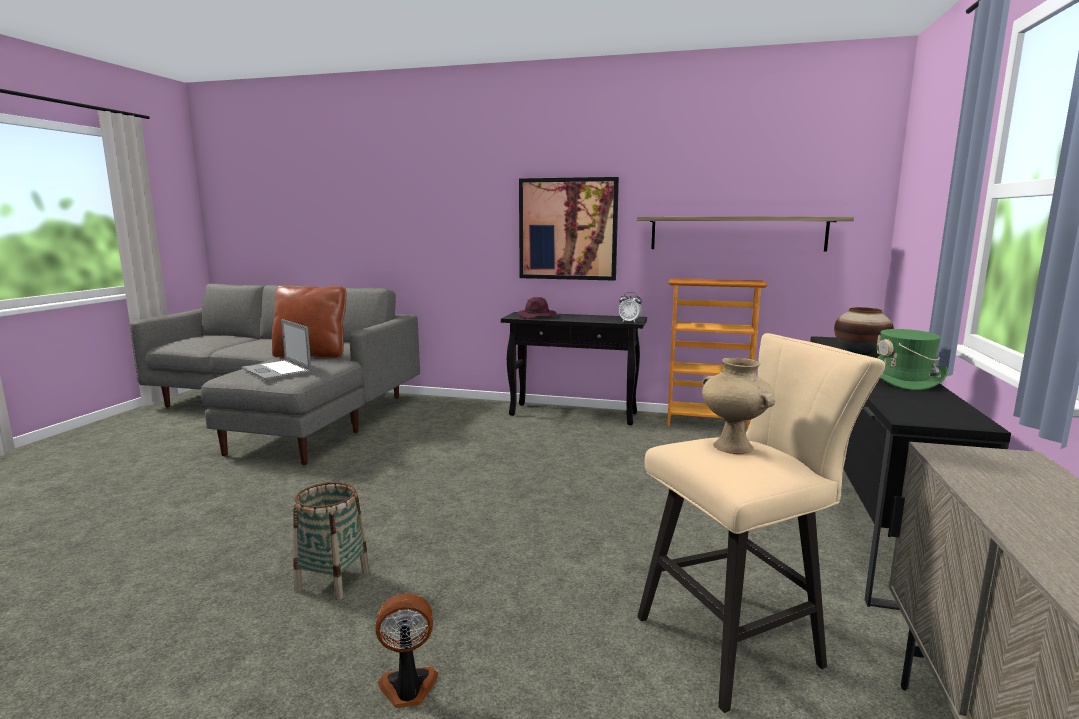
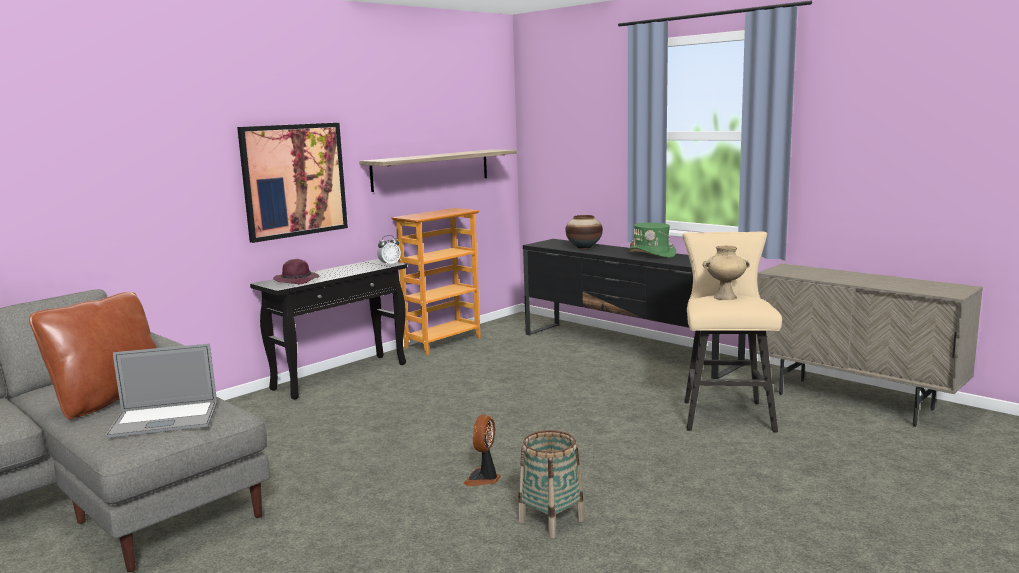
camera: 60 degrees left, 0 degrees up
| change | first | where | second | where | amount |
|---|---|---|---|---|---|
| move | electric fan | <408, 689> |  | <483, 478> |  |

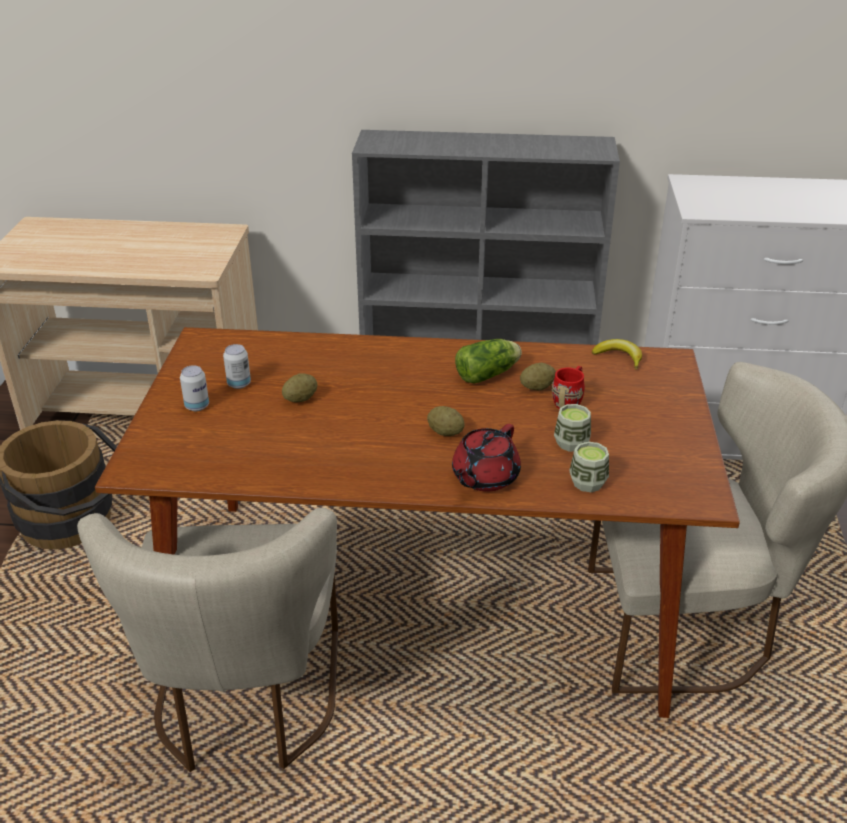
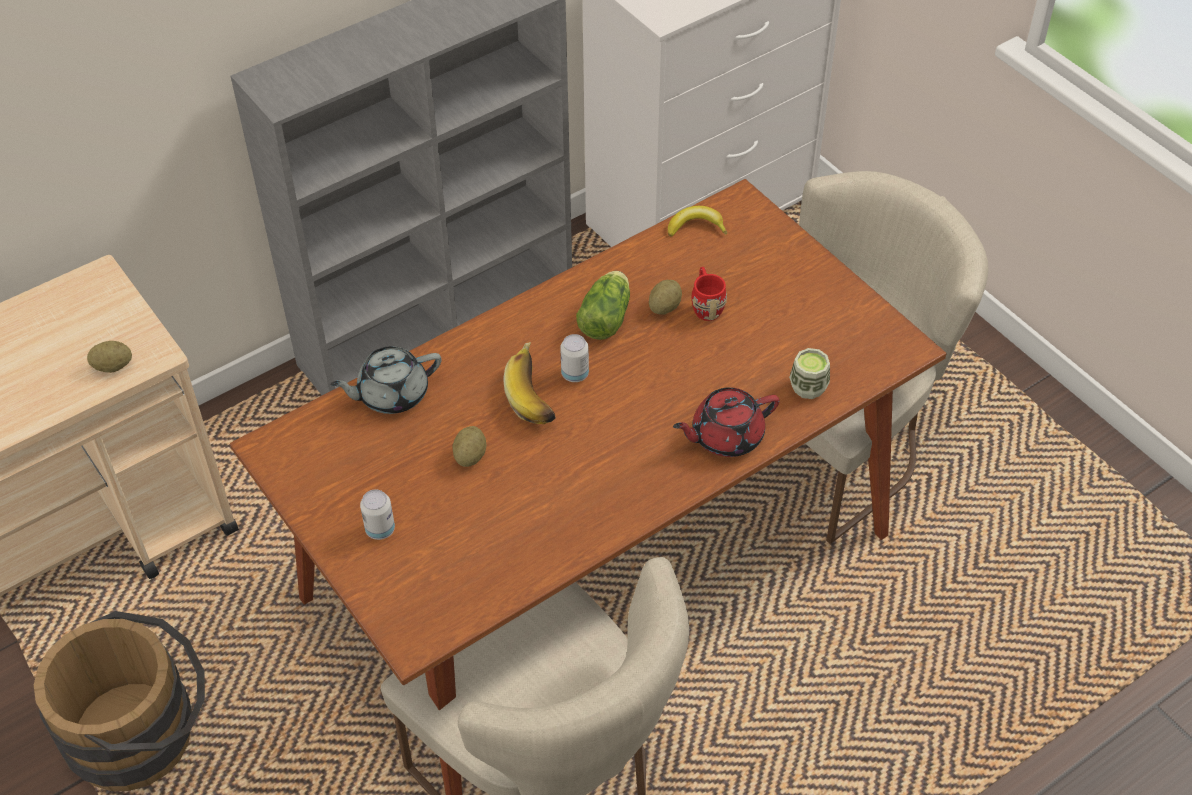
camera: 40 degrees left, 15 degrees up
| change | first | where | second | where | amount |
|---|---|---|---|---|---|
| move | metal can | <239, 384> |  | <575, 374> |  |
| delete | small cup | <571, 443> |  |  |  |
| move | potato | <445, 432> |  | <113, 366> |  |
| rotate | reddish teapot | <484, 477> |  | <725, 436> | 75 degrees clockwise |
| insert |  |  | banana fruit | <536, 395> |  |
| insert |  |  | grey teapot | <391, 394> |  |

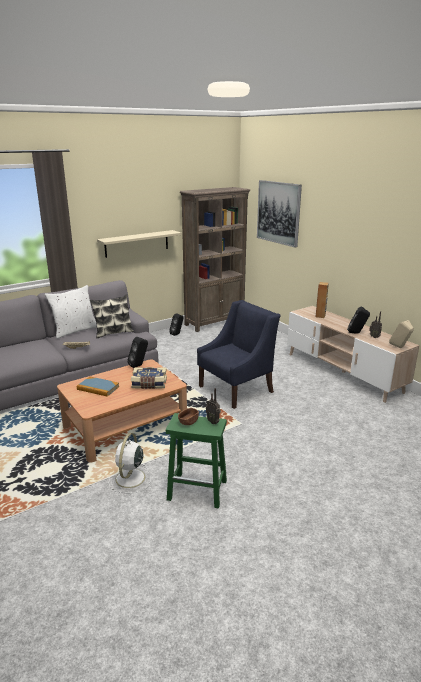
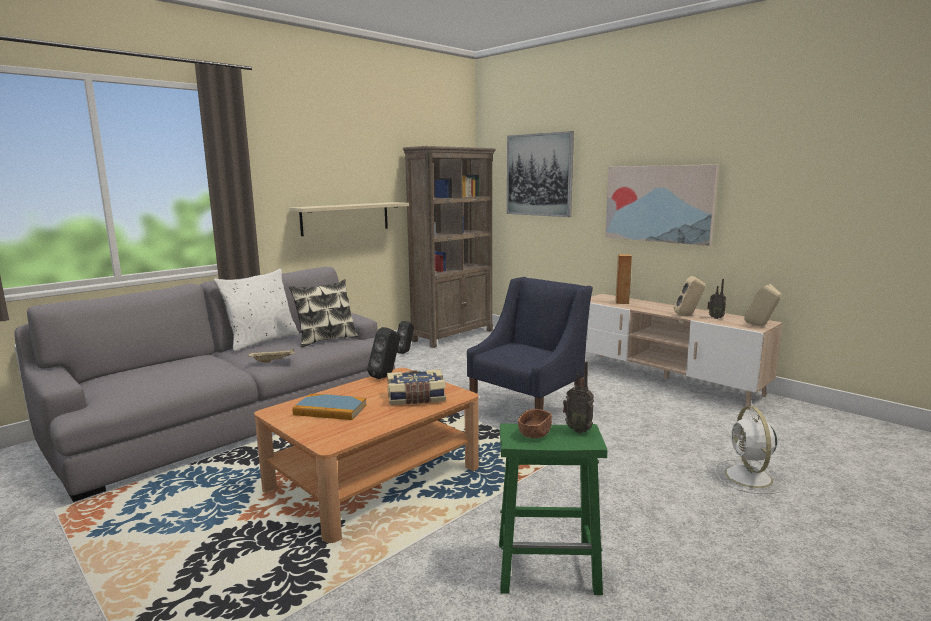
camera: 10 degrees left, 10 degrees down
| change | first | where | second | where | amount |
|---|---|---|---|---|---|
| recolor | black-coloured audio speaker | <357, 333> | sand-coloured audio speaker | <688, 315> |  |
| move | white-coloured electric fan | <129, 479> |  | <749, 478> |  |
| insert |  |  | wall art | <658, 203> |  |

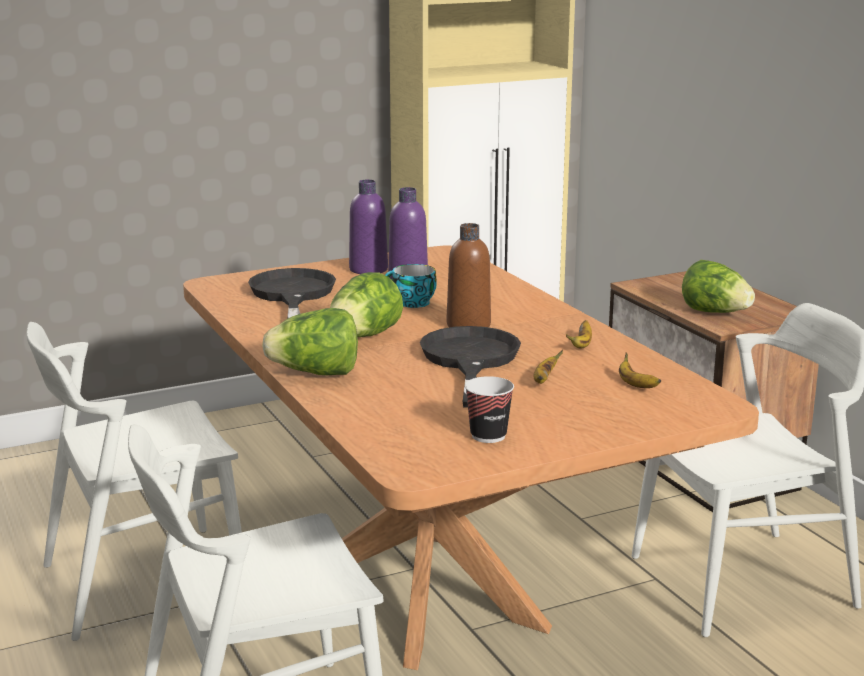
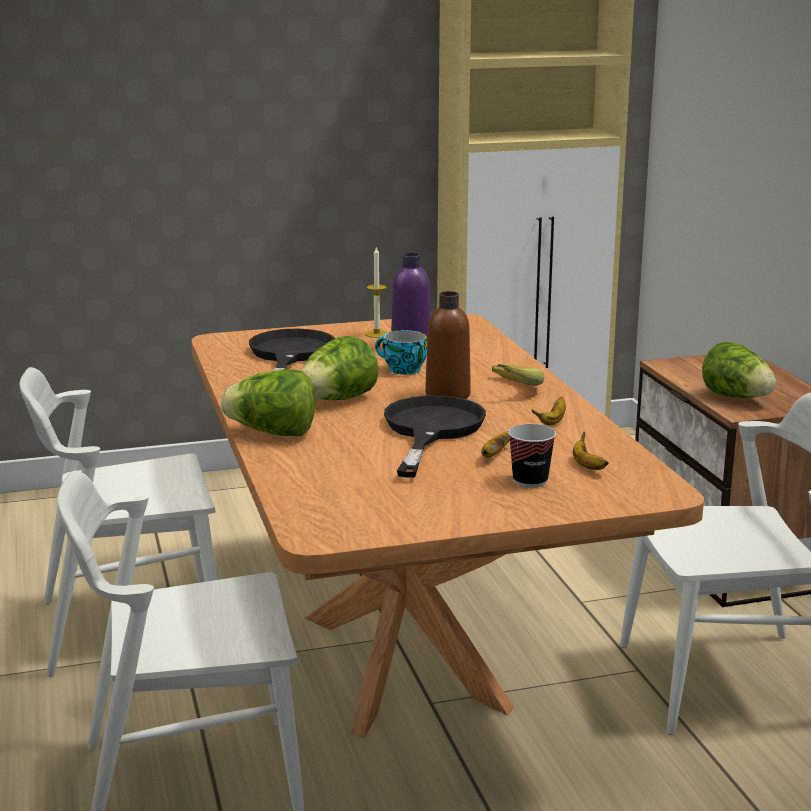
camera: 10 degrees right, 0 degrees up
| change | first | where | second | where | amount |
|---|---|---|---|---|---|
| replace | purplish drink bottle | <368, 269> | candle | <377, 334> |  |
| move | small cup | <488, 436> |  | <530, 481> |  |
| insert |  |  | banana fruit | <507, 390> |  |

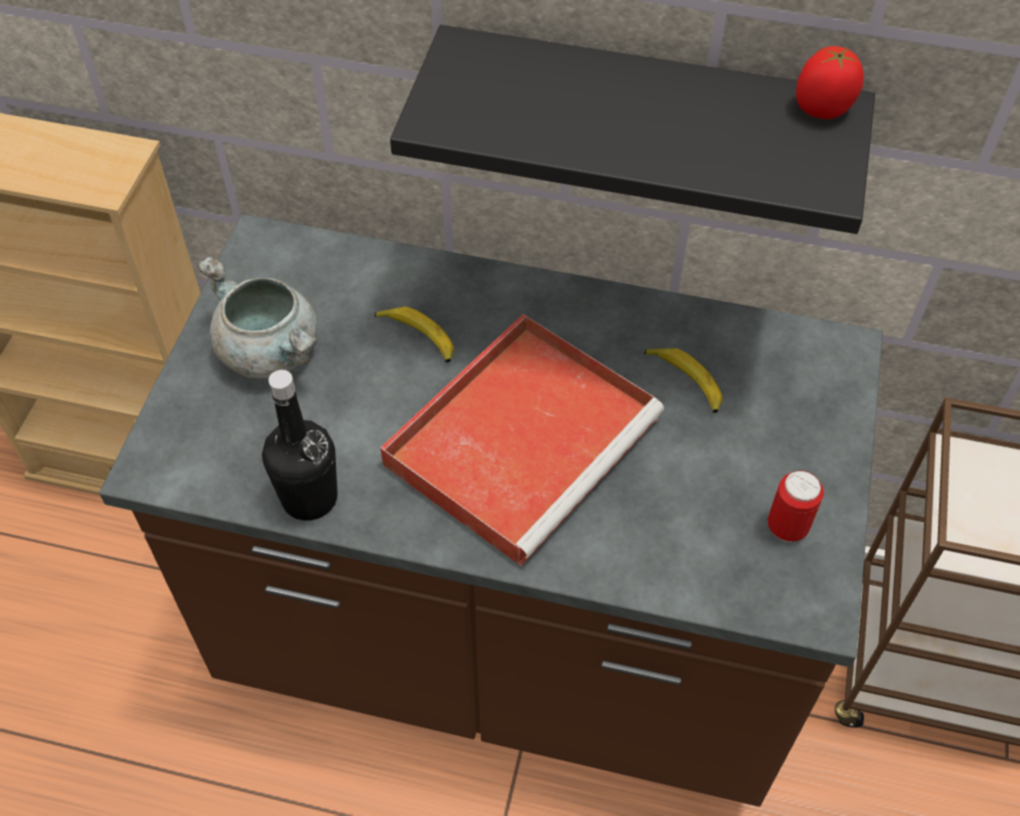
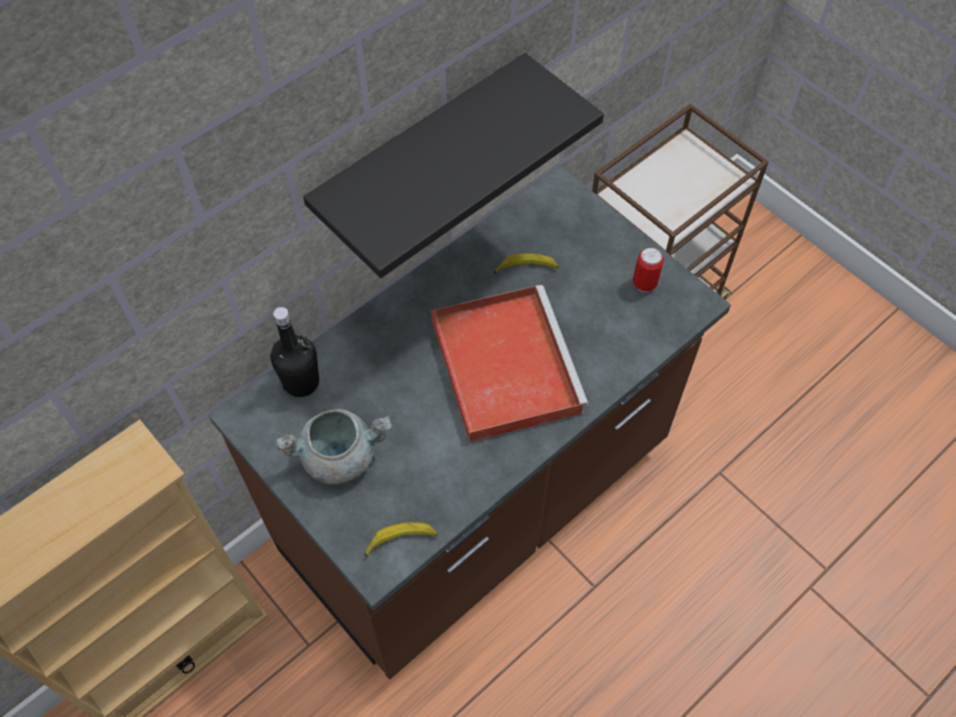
camera: 55 degrees left, 5 degrees up
| change | first | where | second | where | amount |
|---|---|---|---|---|---|
| delete | whole tomato | <823, 110> |  |  |  |
| move | banana fruit | <418, 338> |  | <401, 541> |  |
| move | black-coloured drink bottle | <309, 498> |  | <301, 382> |  |

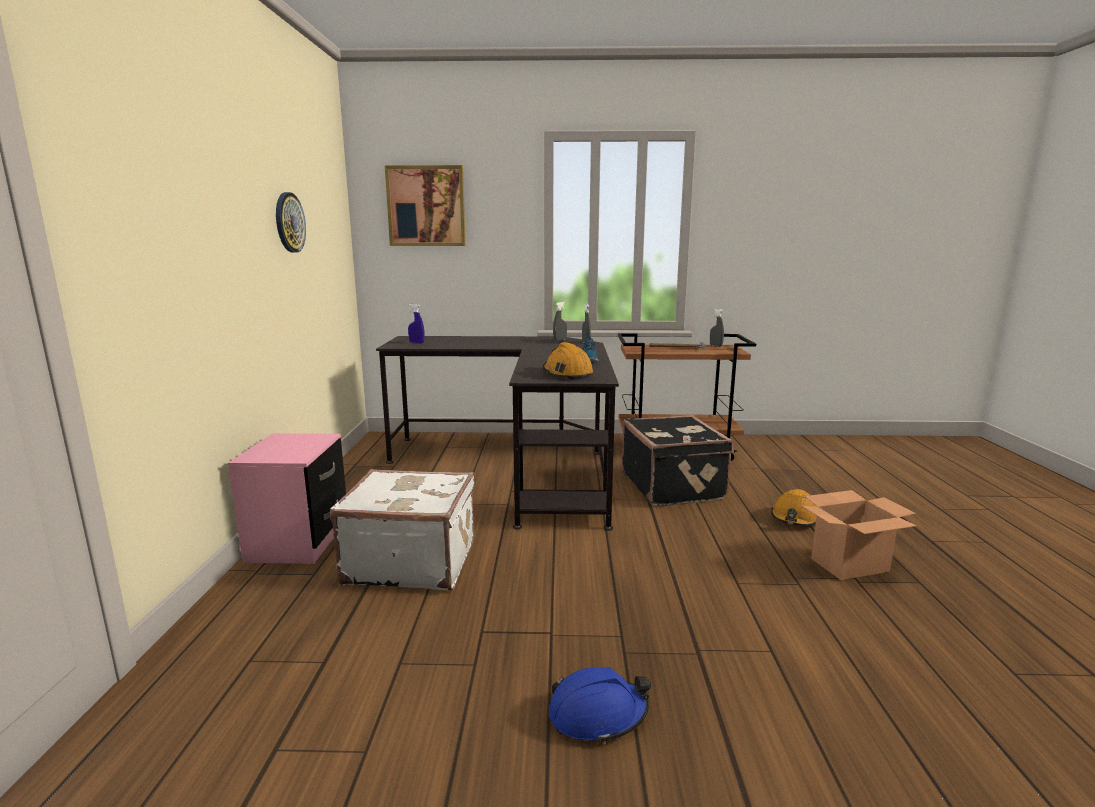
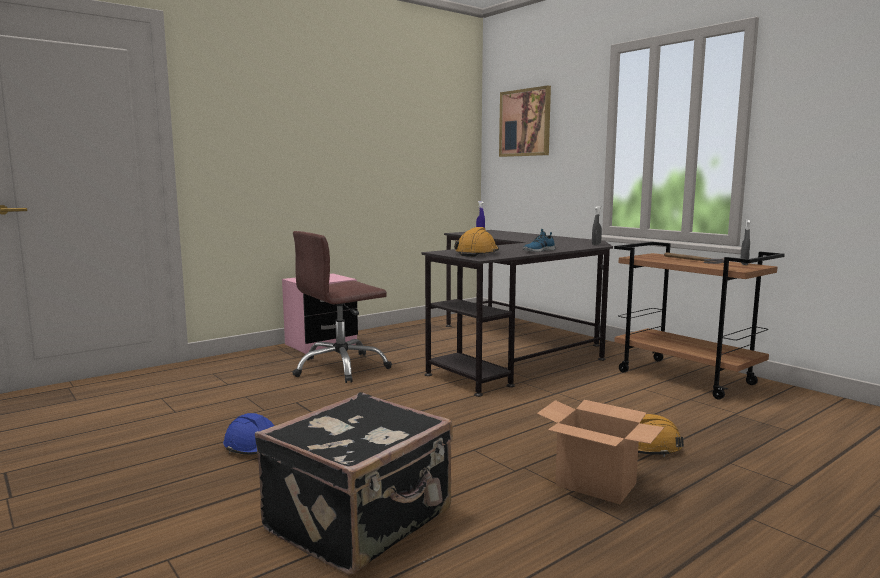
camera: 50 degrees right, 5 degrees down
| change | first | where | second | where | amount |
|---|---|---|---|---|---|
| delete | hanging clock | <289, 222> |  |  |  |
| delete | grey sprayer | <560, 340> |  |  |  |
| move | black-coloured suitcase | <673, 486> |  | <361, 522> |  |
| replace | white-coloured suitcase | <411, 561> | brownish office chair | <341, 368> |  |

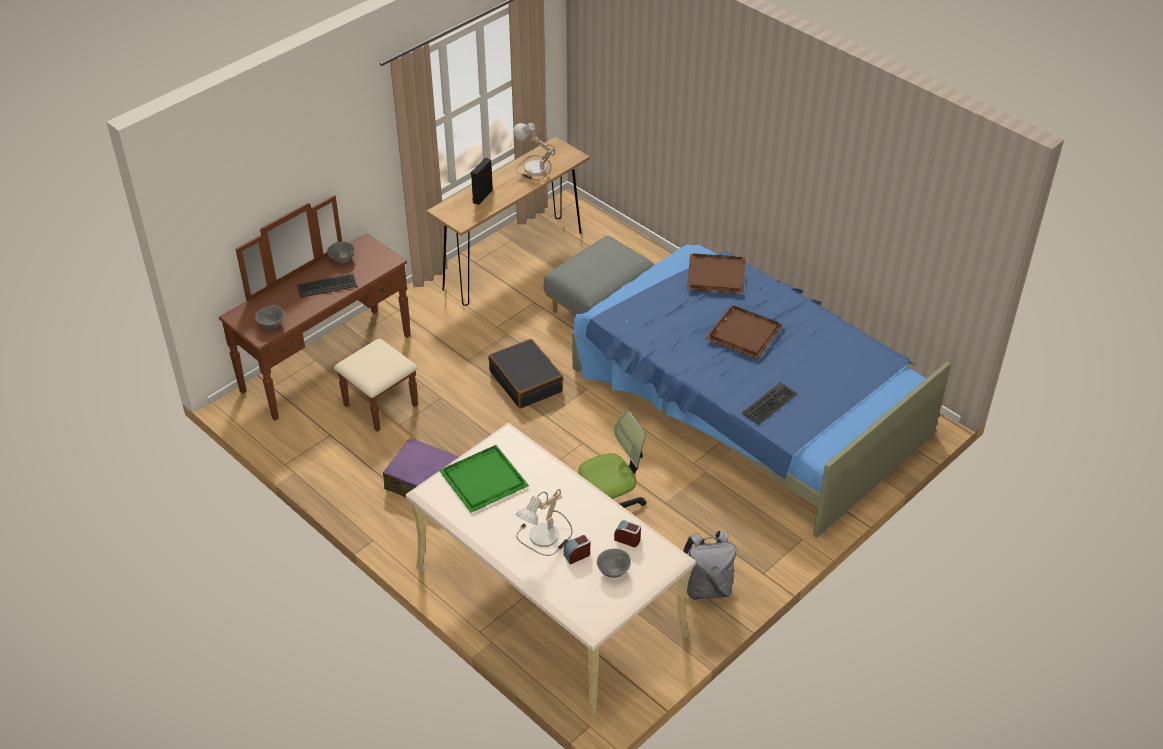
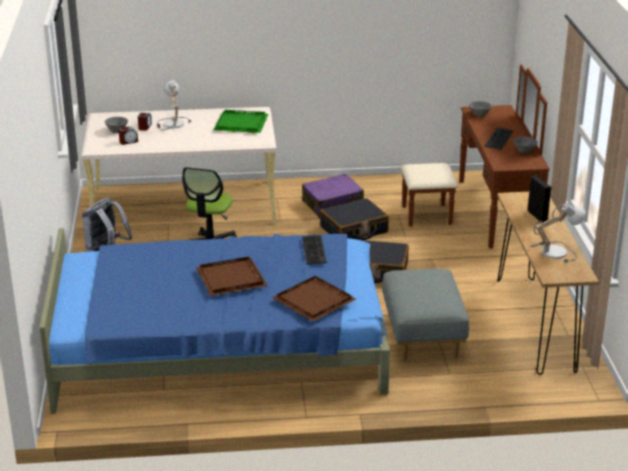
camera: 130 degrees right, 15 degrees down
| change | first | where | second | where | amount |
|---|---|---|---|---|---|
| move | PC keyboard | <770, 404> |  | <313, 250> |  |
| insert |  |  | black-coloured suitcase | <354, 230> |  |

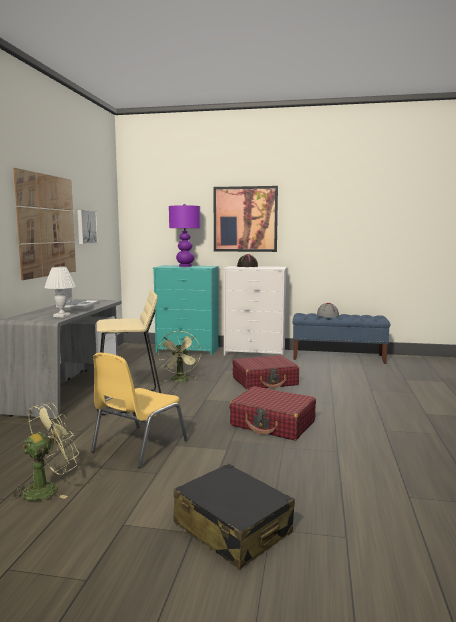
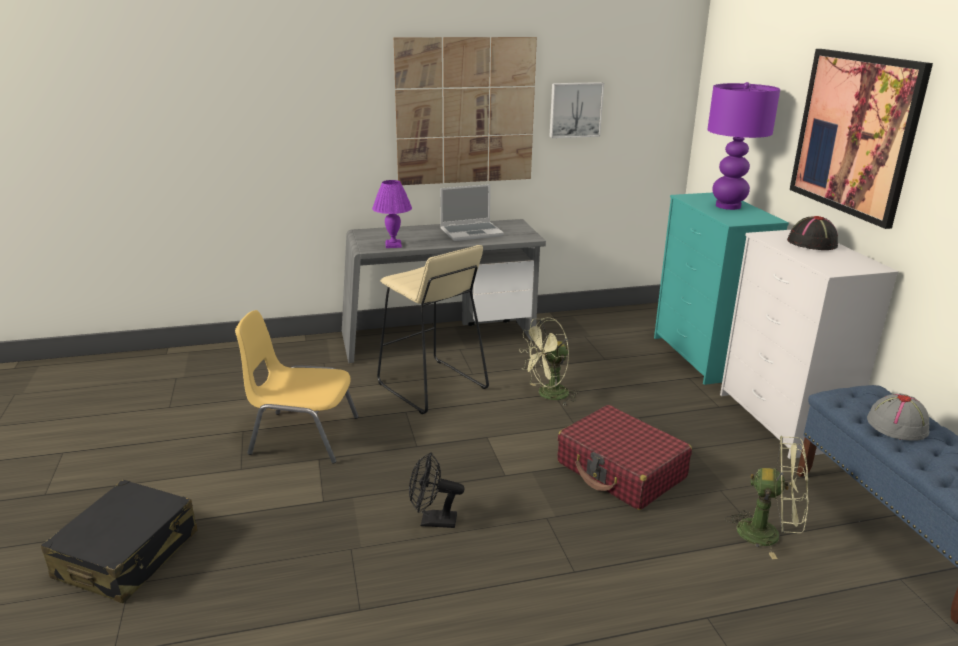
camera: 65 degrees right, 15 degrees up
| change | first | where | second | where | amount |
|---|---|---|---|---|---|
| recolor | white-coloured lamp for a table | <62, 316> | purplish lamp for a table | <393, 245> |  |
| replace | reddish suitcase | <273, 424> | black-coloured electric fan | <432, 521> |  |
| move | green electric fan | <47, 488> |  | <768, 534> |  |

